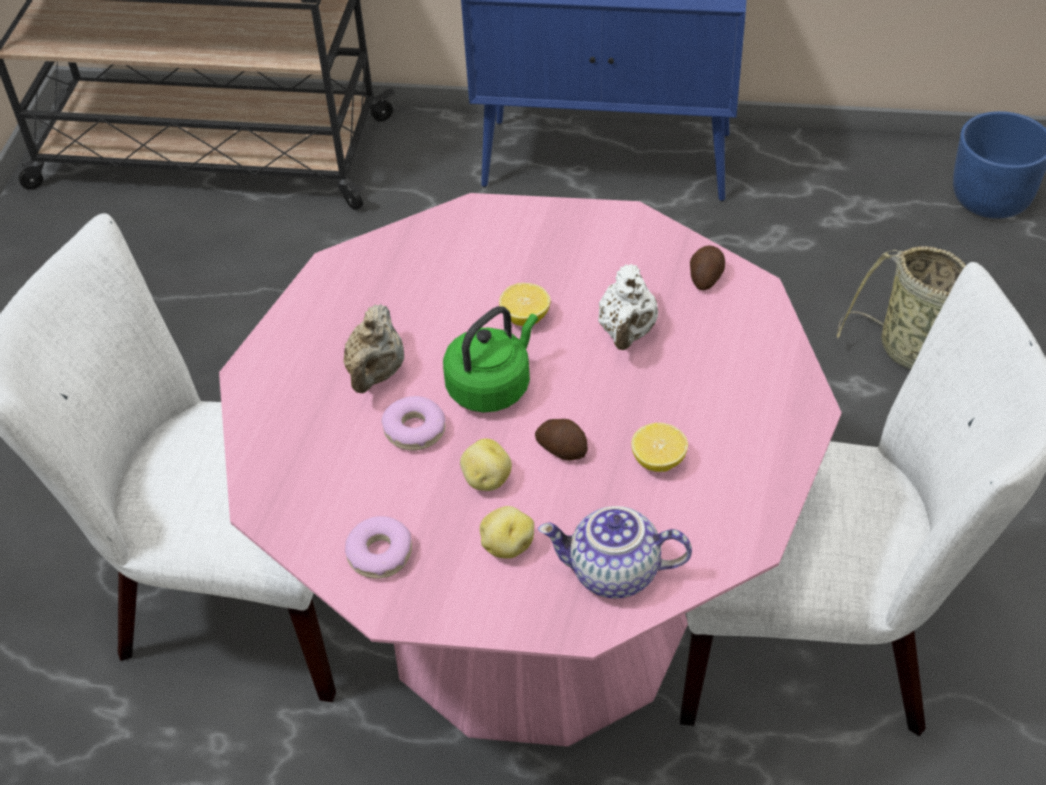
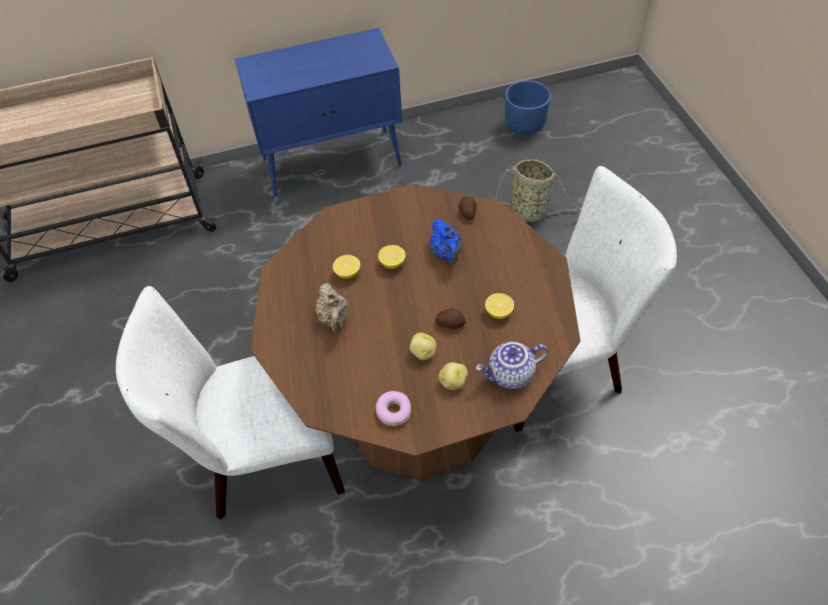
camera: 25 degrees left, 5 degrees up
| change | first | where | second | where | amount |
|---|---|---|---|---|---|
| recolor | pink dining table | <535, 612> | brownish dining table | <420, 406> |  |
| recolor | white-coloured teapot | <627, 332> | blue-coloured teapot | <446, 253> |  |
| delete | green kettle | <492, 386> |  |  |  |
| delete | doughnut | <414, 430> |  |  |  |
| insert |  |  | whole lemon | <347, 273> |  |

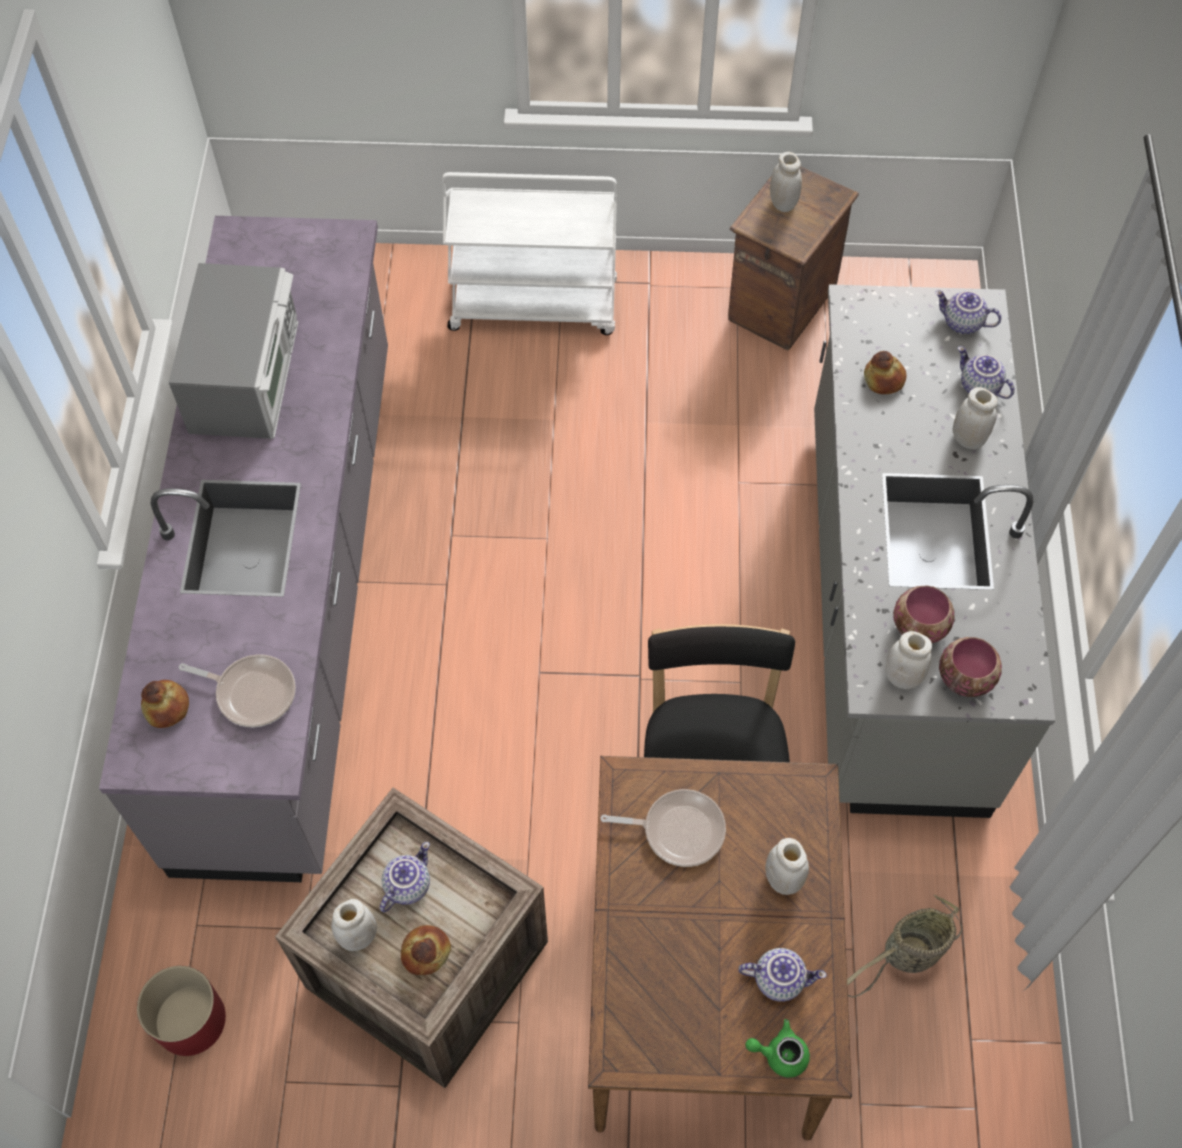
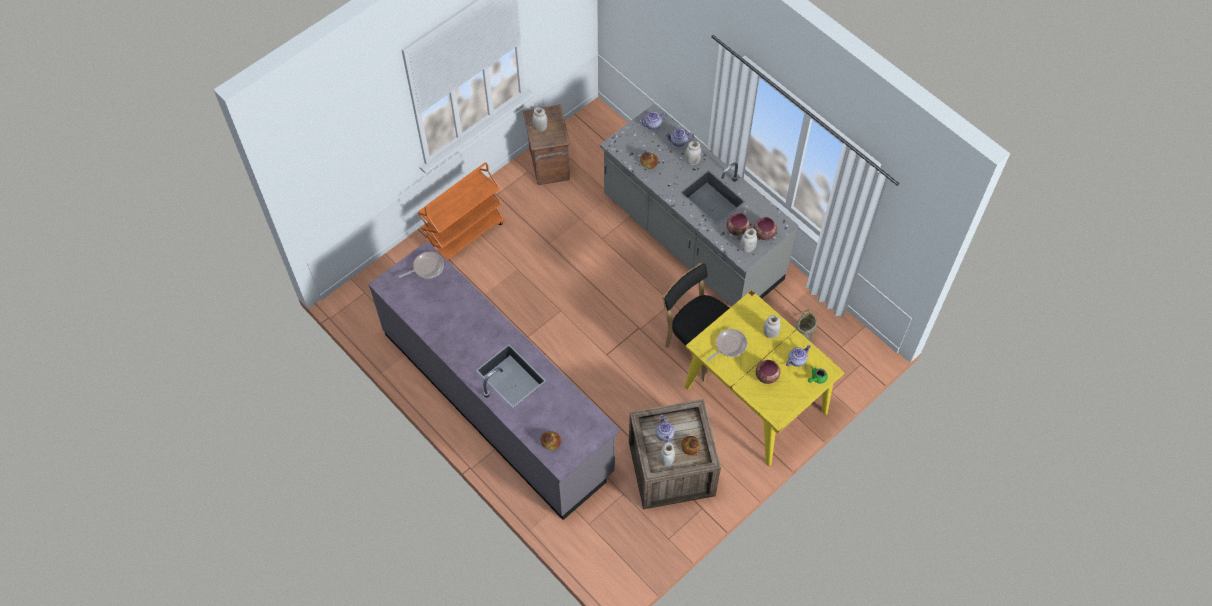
camera: 45 degrees left, 0 degrees up
| change | first | where | second | where | amount |
|---|---|---|---|---|---|
| recolor | white-coloured trolley | <535, 305> | orange-coloured trolley | <464, 234> |  |
| delete | microwave oven | <247, 376> |  |  |  |
| move | frying pan | <252, 692> |  | <426, 267> |  |
| recolor | brownish dining table | <703, 981> | yellow-coloured dining table | <754, 399> |  |
| delete | reddish plant pot | <190, 1019> |  |  |  |
| insert |  |  | serving bowl | <766, 375> |  |

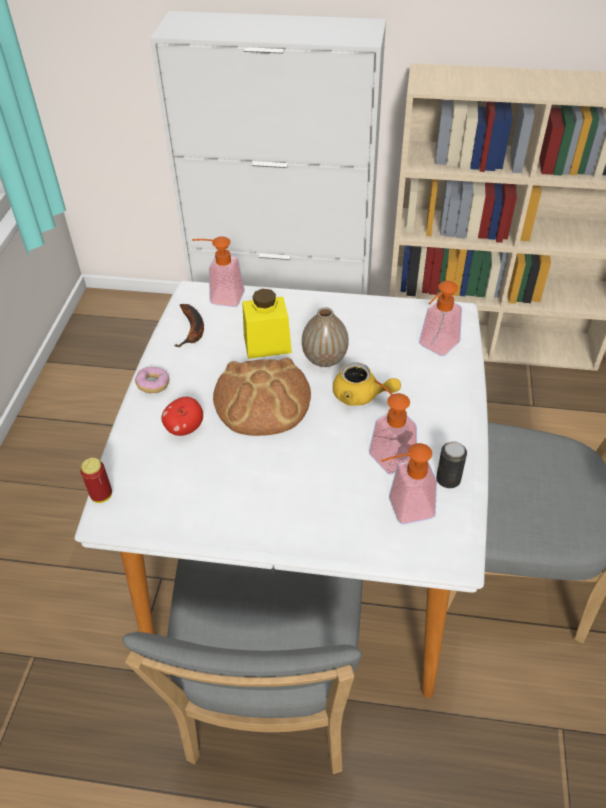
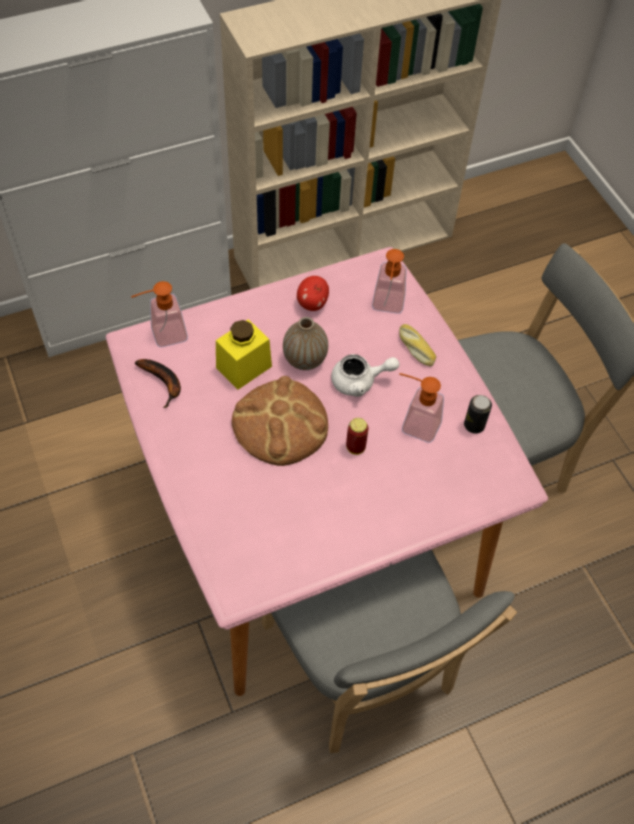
camera: 35 degrees left, 10 degrees up
| change | first | where | second | where | amount |
|---|---|---|---|---|---|
| recolor | white-coloured dining table | <307, 551> | pink dining table | <310, 528> |  |
| recolor | yellow-coloured teapot | <361, 396> | white-coloured teapot | <360, 382> |  |
| delete | doughnut | <153, 385> |  |  |  |
| move | apple | <185, 428> |  | <312, 303> |  |
| delete | liquid soap bottle | <403, 509> |  |  |  |
| move | metal can | <101, 495> |  | <355, 447> |  |
| insert |  |  | bread | <415, 348> |  |

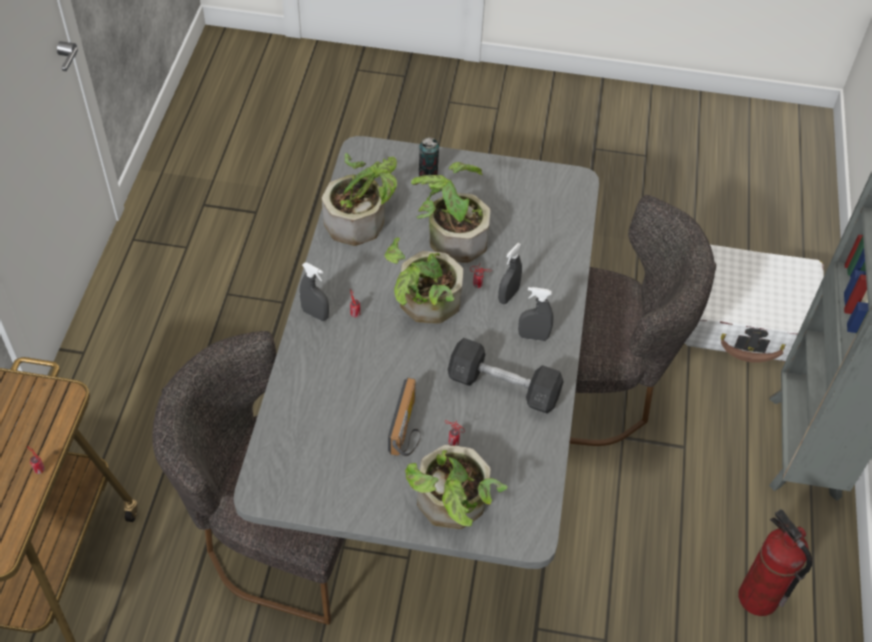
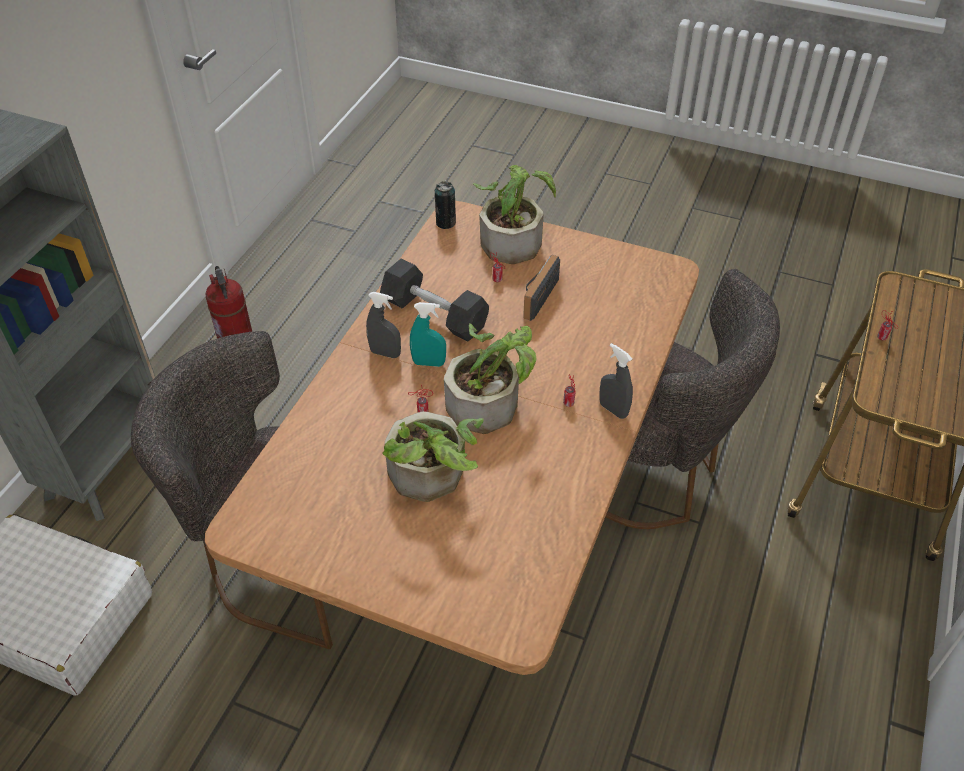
camera: 165 degrees left, 5 degrees down
| change | first | where | second | where | amount |
|---|---|---|---|---|---|
| recolor | grey dining table | <428, 444> | brownish dining table | <483, 533> |  |
| move | metal can | <428, 174> |  | <445, 223> |  |
| delete | plant in a pot | <362, 219> |  |  |  |
| delete | grey sprayer | <508, 296> |  |  |  |
| insert |  |  | turquoise sprayer | <429, 363> |  |

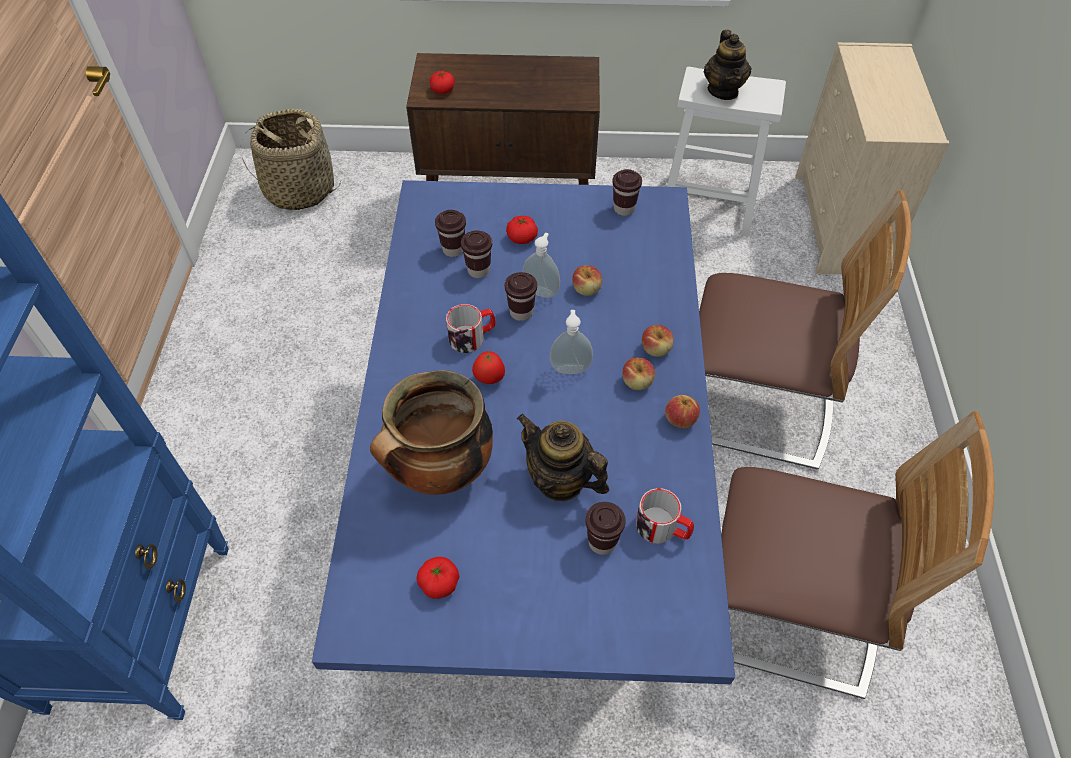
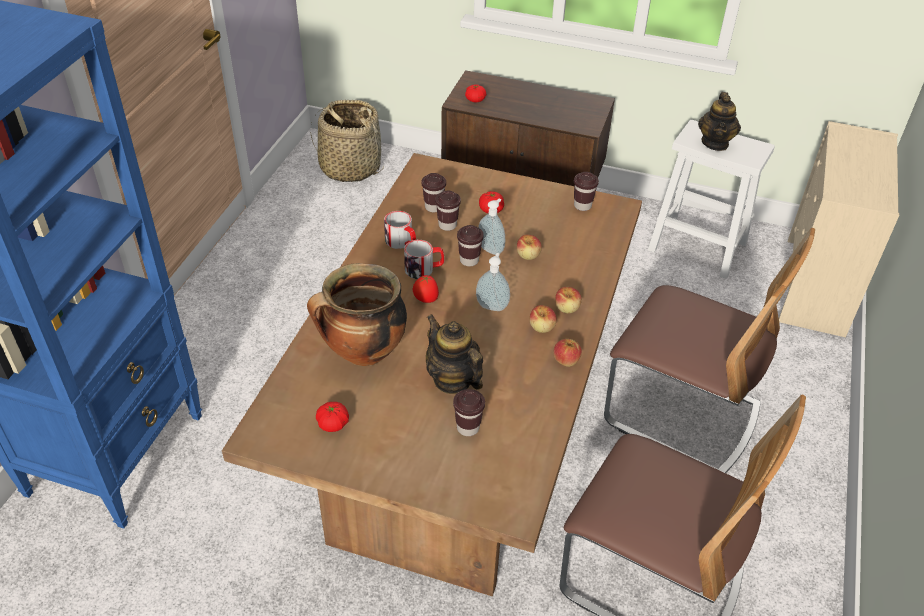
camera: 15 degrees right, 10 degrees down
| change | first | where | second | where | amount |
|---|---|---|---|---|---|
| recolor | blue-coloured dining table | <533, 507> | brownish dining table | <456, 447> |  |
| move | coffee mug | <663, 528> |  | <402, 242> |  |

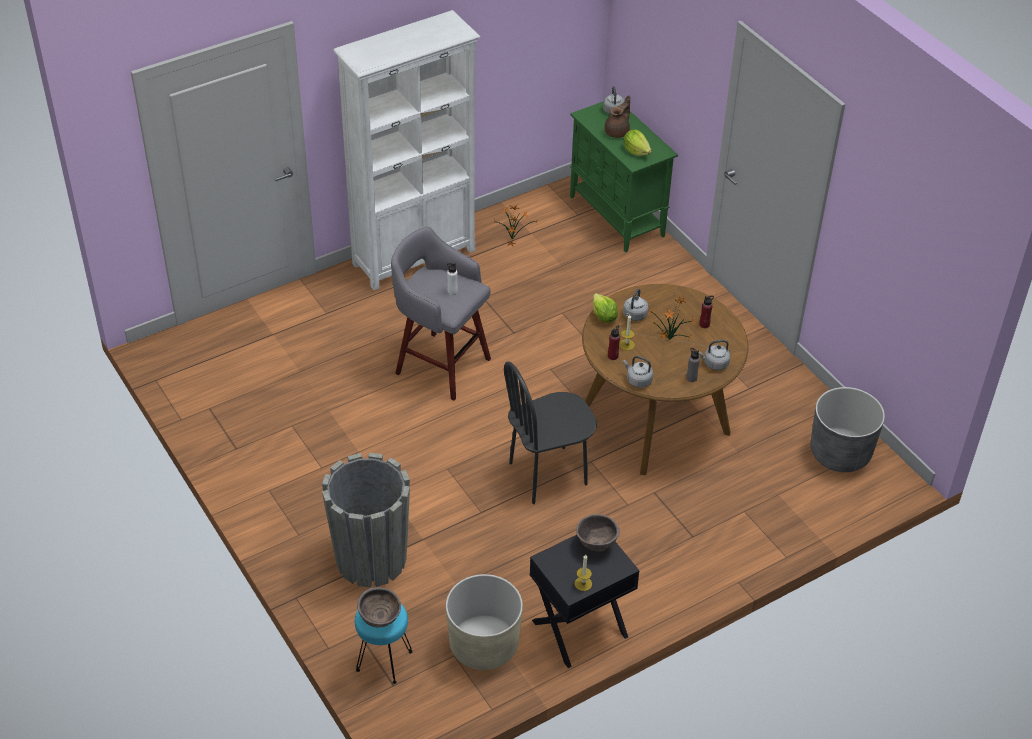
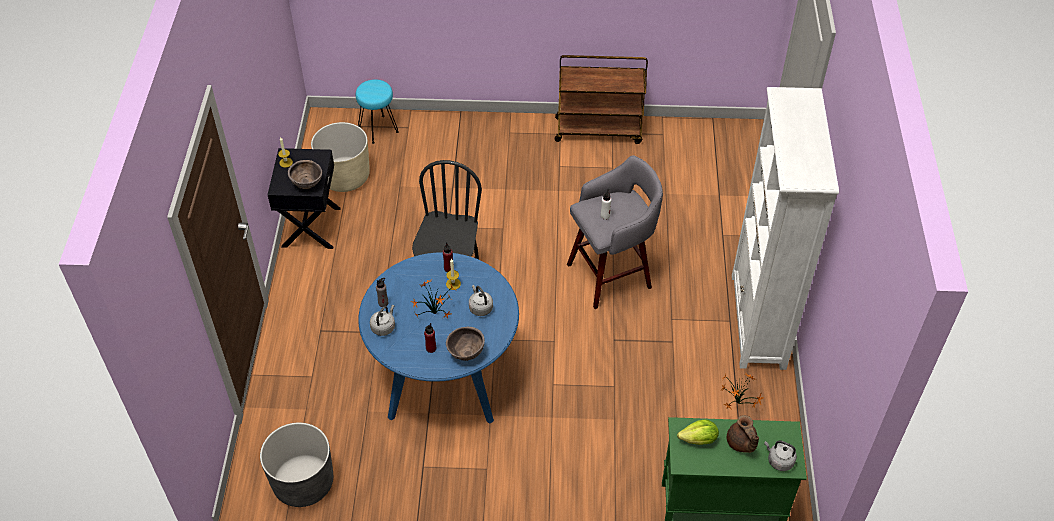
camera: 125 degrees right, 5 degrees up
| change | first | where | second | where | amount |
|---|---|---|---|---|---|
| recolor | brownish dining table | <655, 420> | blue-coloured dining table | <444, 377> |  |
| delete | head of lettuce | <603, 317> |  |  |  |
| delete | grey kettle | <637, 380> |  |  |  |
| delete | grey plant pot | <371, 559> |  |  |  |
| move | brownish serving bowl | <380, 620> |  | <466, 354> |  |
| insert |  |  | brownish trolley | <599, 130> |  |

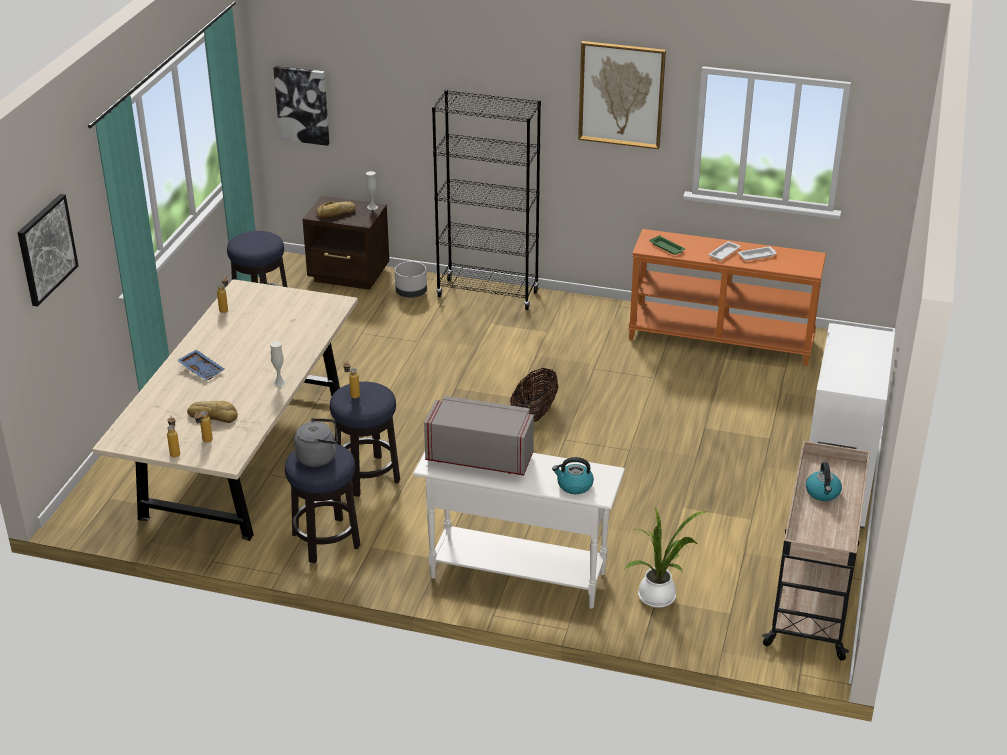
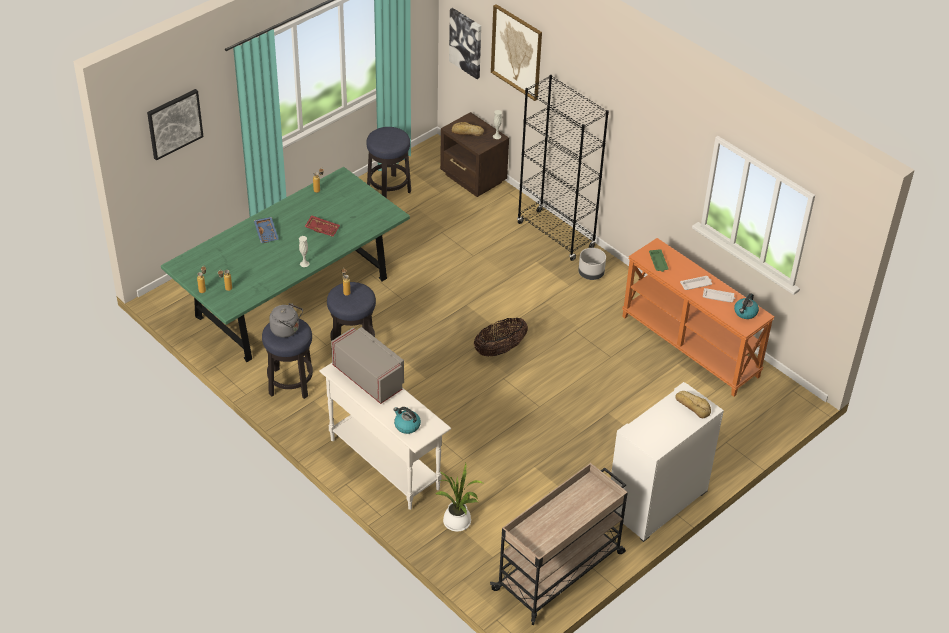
camera: 30 degrees right, 10 degrees up
| change | first | where | second | where | amount |
|---|---|---|---|---|---|
| move | wall art | <621, 94> |  | <517, 52> |  |
| move | grey plant pot | <411, 293> |  | <591, 274> |  |
| recolor | sand-coloured dining table | <244, 455> | green dining table | <291, 297> |  |
| move | bread | <213, 415> |  | <693, 406> |  |
| move | kettle | <823, 493> |  | <745, 313> |  |
| insert |  |  | reddish tray | <322, 229> |  |

